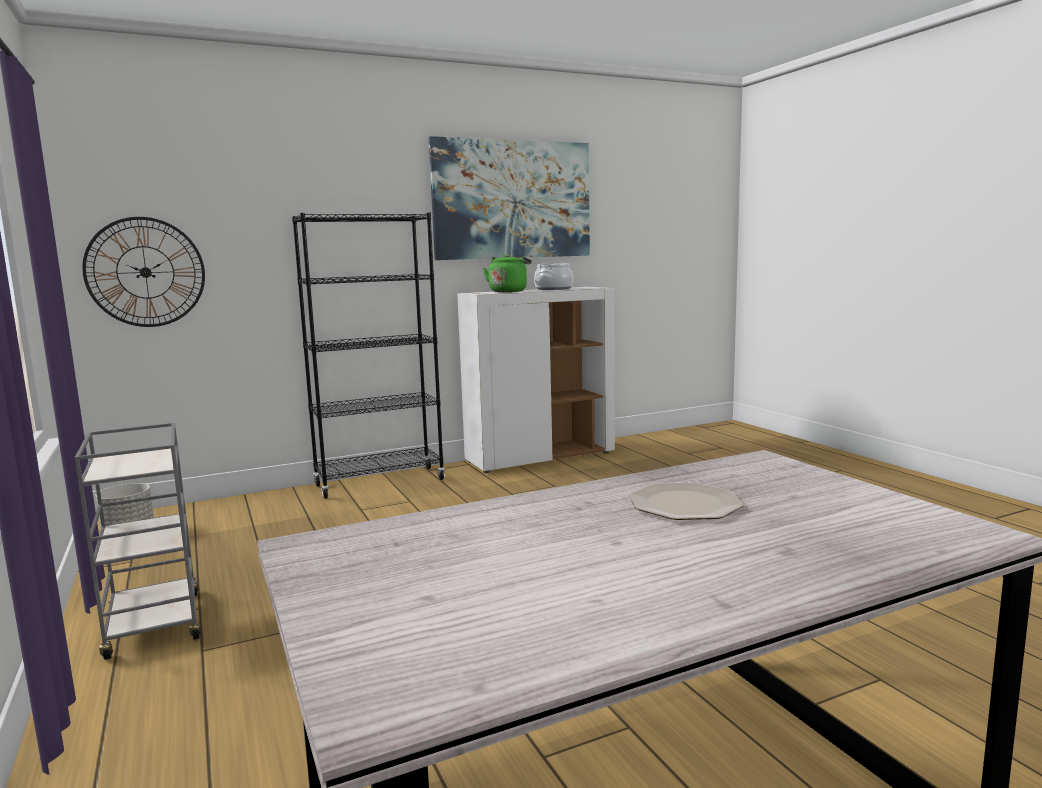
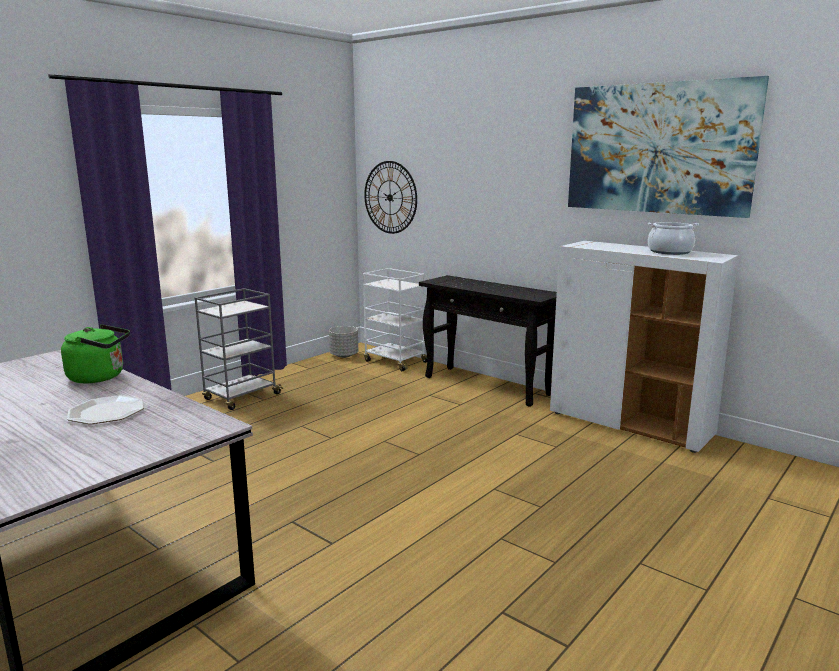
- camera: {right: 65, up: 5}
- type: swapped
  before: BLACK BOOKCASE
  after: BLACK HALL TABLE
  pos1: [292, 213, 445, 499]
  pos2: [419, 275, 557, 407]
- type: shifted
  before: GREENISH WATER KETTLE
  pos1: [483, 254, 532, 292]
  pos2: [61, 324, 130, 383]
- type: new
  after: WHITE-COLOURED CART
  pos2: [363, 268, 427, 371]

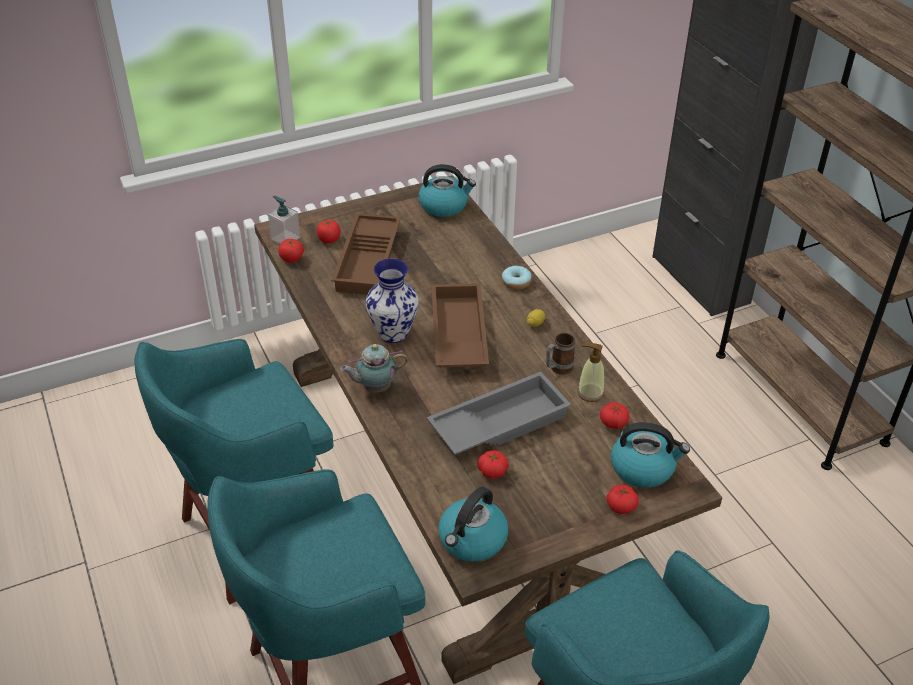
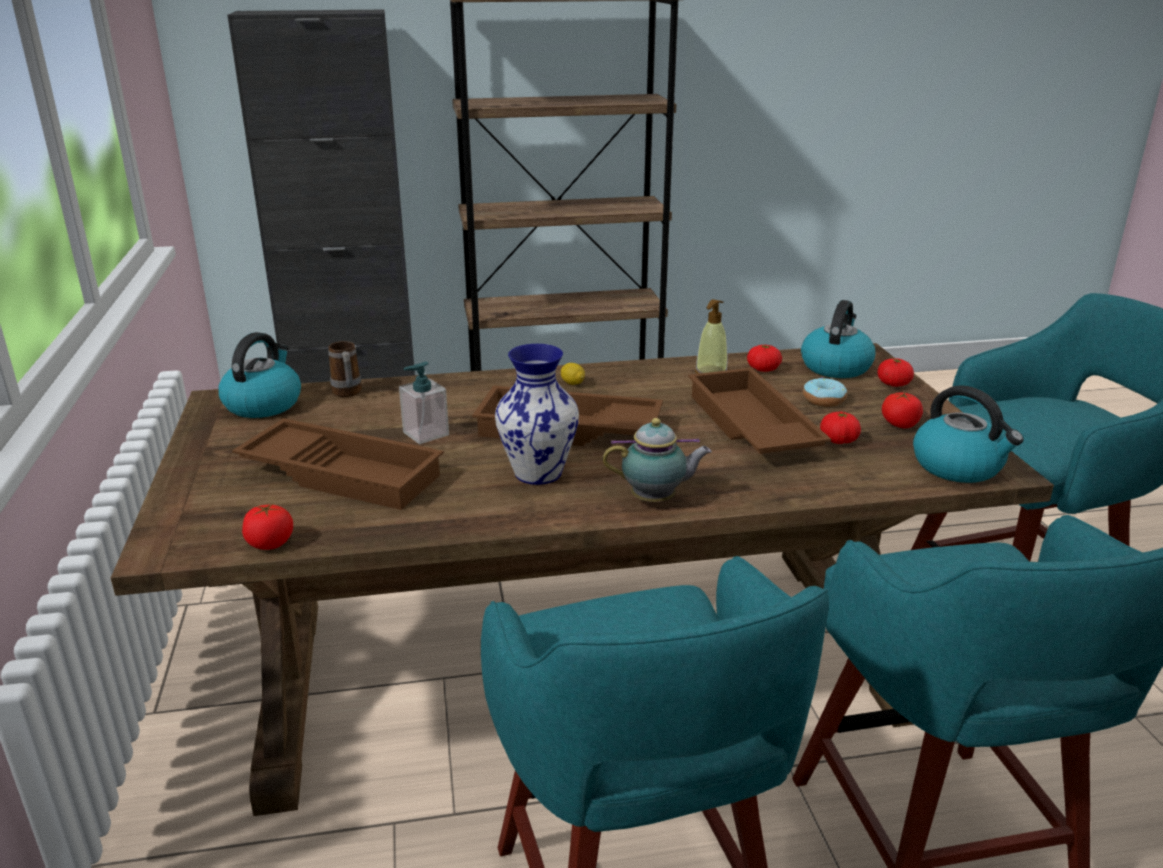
- camera: {right: -75, up: -15}
- type: shifted
  before: SOAP DISPENSER
  pos1: [268, 196, 301, 244]
  pos2: [399, 362, 449, 444]
- type: shifted
  before: TOMATO
  pos1: [317, 220, 341, 243]
  pos2: [882, 392, 923, 428]
- type: rotated
  before: POT FOR TEA
  pos1: [340, 344, 408, 393]
  pos2: [602, 418, 712, 502]
  turn: -90
- type: repainted
  before: GREYISH CARRYING TRAY
  after: BROWN-COLOURED CARRYING TRAY
  pos1: [427, 372, 571, 454]
  pos2: [688, 368, 831, 454]
- type: shifted
  before: RING DOUGHNUT
  pos1: [502, 266, 532, 289]
  pos2: [803, 377, 847, 407]
- type: shifted
  before: TEA MUG
  pos1: [546, 333, 575, 375]
  pos2: [328, 341, 362, 397]

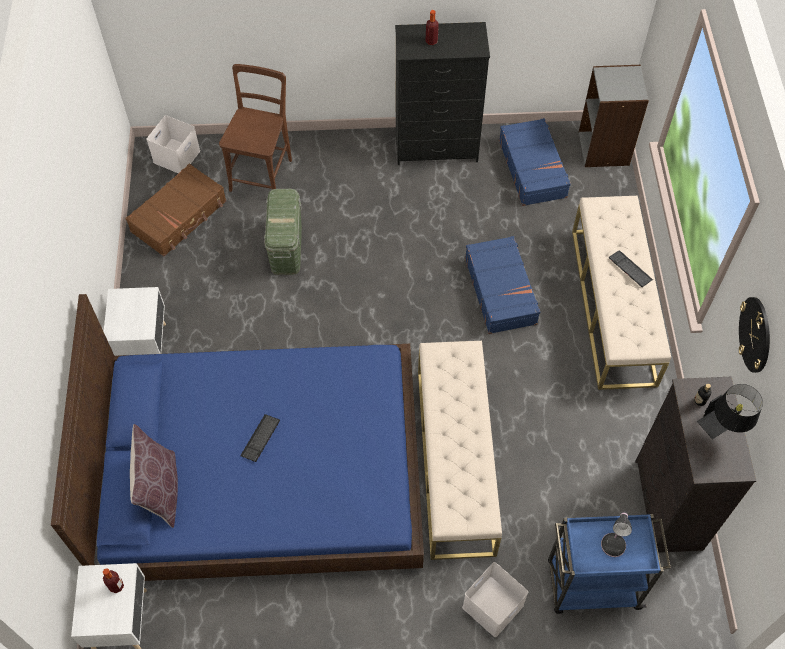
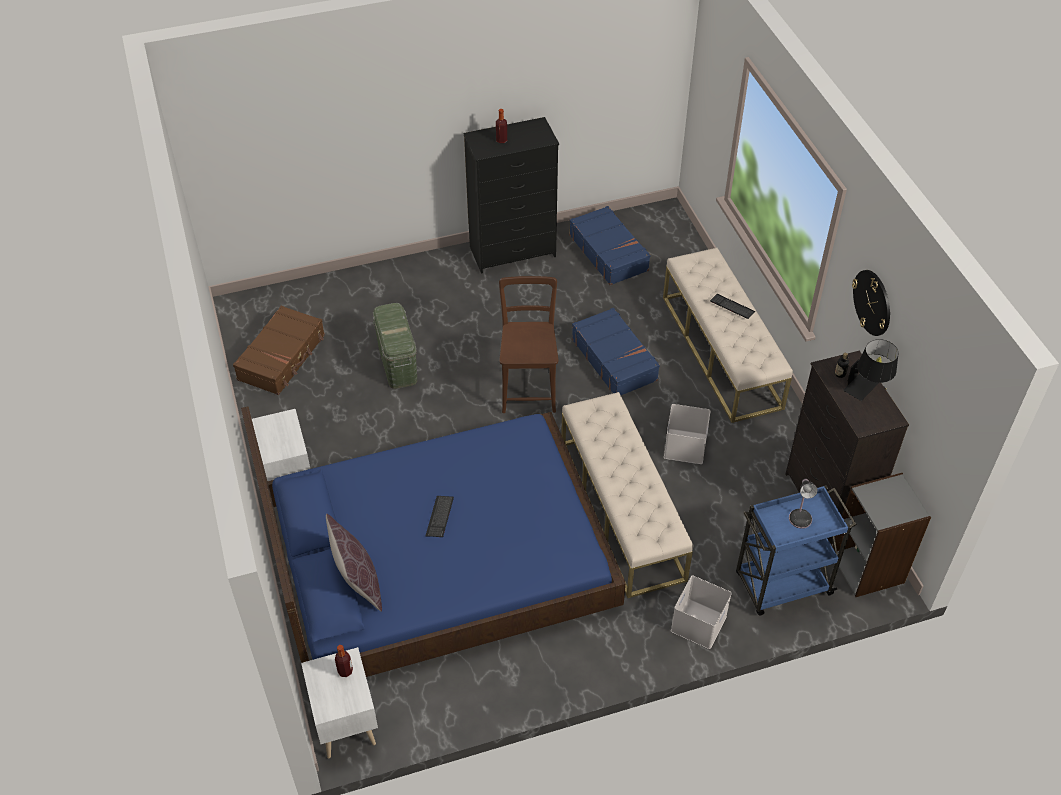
- camera: {right: -15, up: -10}
- type: shifted
  before: WHITE-COLOURED STORAGE BOX
  pos1: [146, 115, 200, 173]
  pos2: [664, 404, 710, 464]
- type: shifted
  before: BROWN-COLOURED CHAIR
  pos1: [219, 64, 292, 192]
  pos2: [499, 276, 558, 413]
- type: shifted
  before: GREYISH BOOKCASE
  pos1: [579, 65, 649, 167]
  pos2: [833, 473, 931, 597]

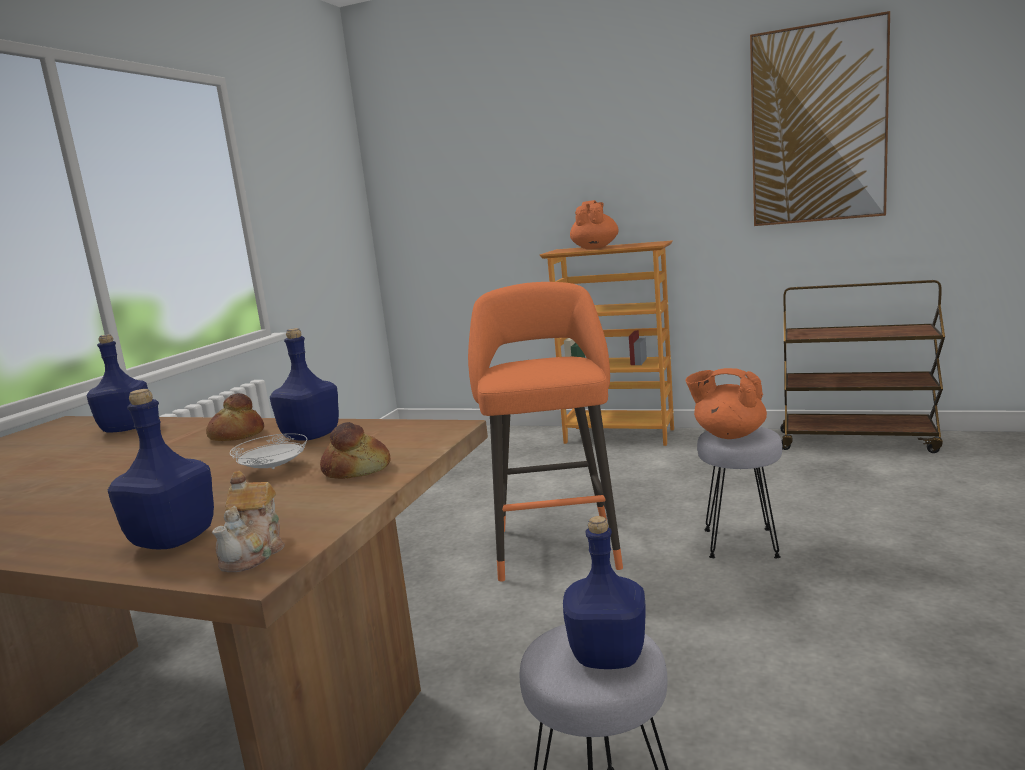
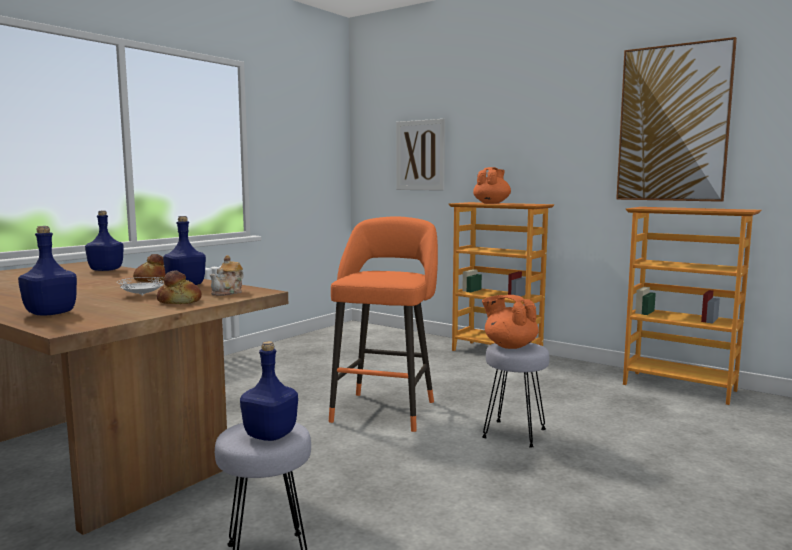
- camera: {right: 15, up: -5}
- type: shifted
  before: POT FOR TEA
  pos1: [212, 471, 285, 572]
  pos2: [210, 255, 243, 296]
- type: swapped
  before: BROWN-COLOURED CART
  after: BOOKCASE
  pos1: [780, 280, 945, 453]
  pos2: [623, 207, 761, 405]
- type: new
  after: WALL PICTURE
  pos2: [397, 119, 445, 191]

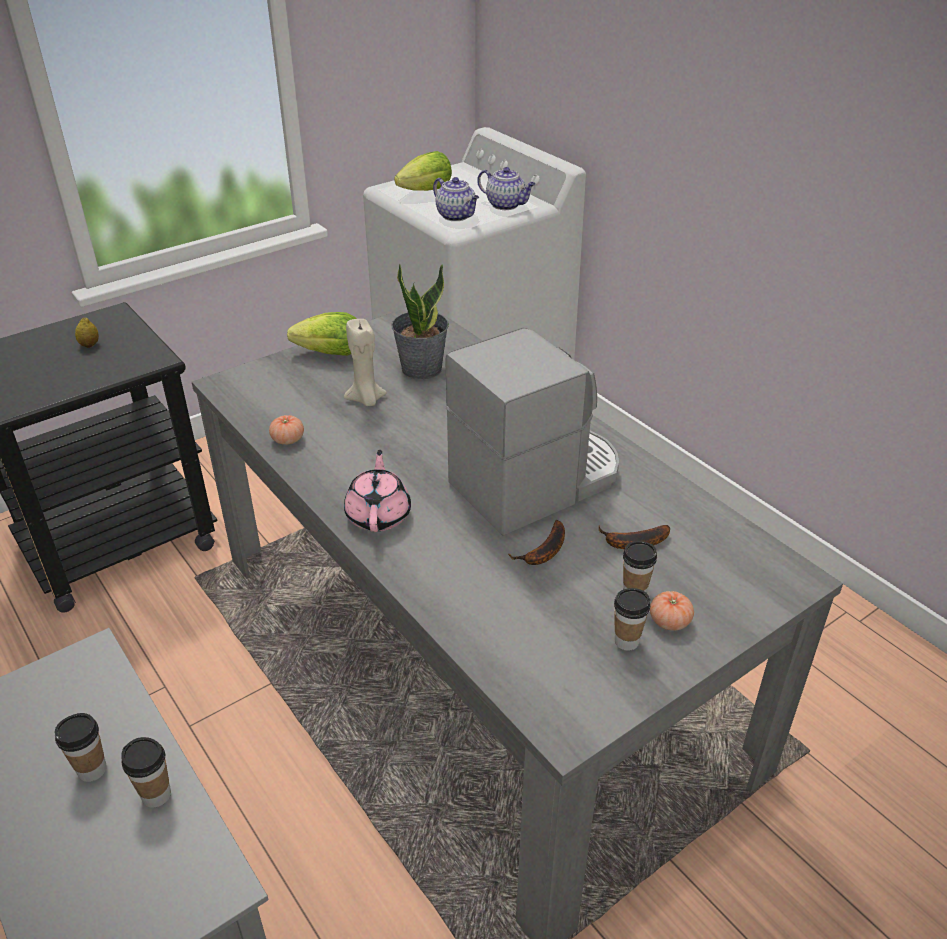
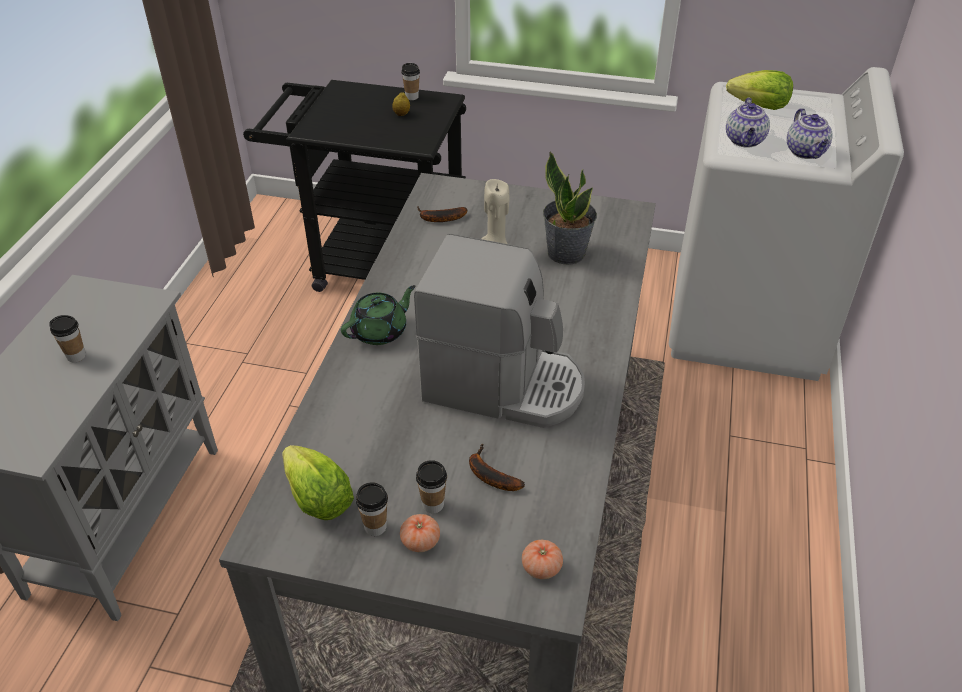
- camera: {right: 50, up: 5}
- type: shifted
  before: CUP
  pos1: [121, 737, 171, 808]
  pos2: [401, 63, 420, 100]
- type: shifted
  before: TOMATO
  pos1: [269, 415, 304, 445]
  pos2: [522, 540, 563, 579]
- type: shifted
  before: LETTUCE HEAD
  pos1: [287, 312, 357, 356]
  pos2: [282, 445, 354, 520]
- type: repainted
  before: PINK POT FOR TEA
  after: GREENISH POT FOR TEA
  pos1: [344, 450, 411, 532]
  pos2: [341, 285, 416, 345]
- type: shifted
  before: WHOLE BANANA
  pos1: [508, 520, 565, 565]
  pos2: [418, 206, 467, 222]

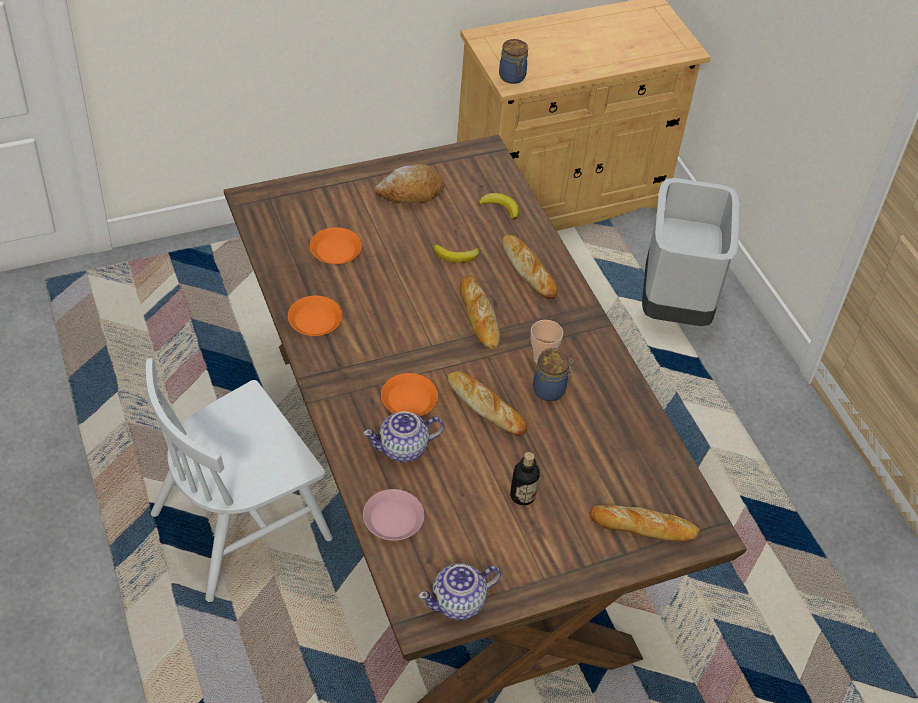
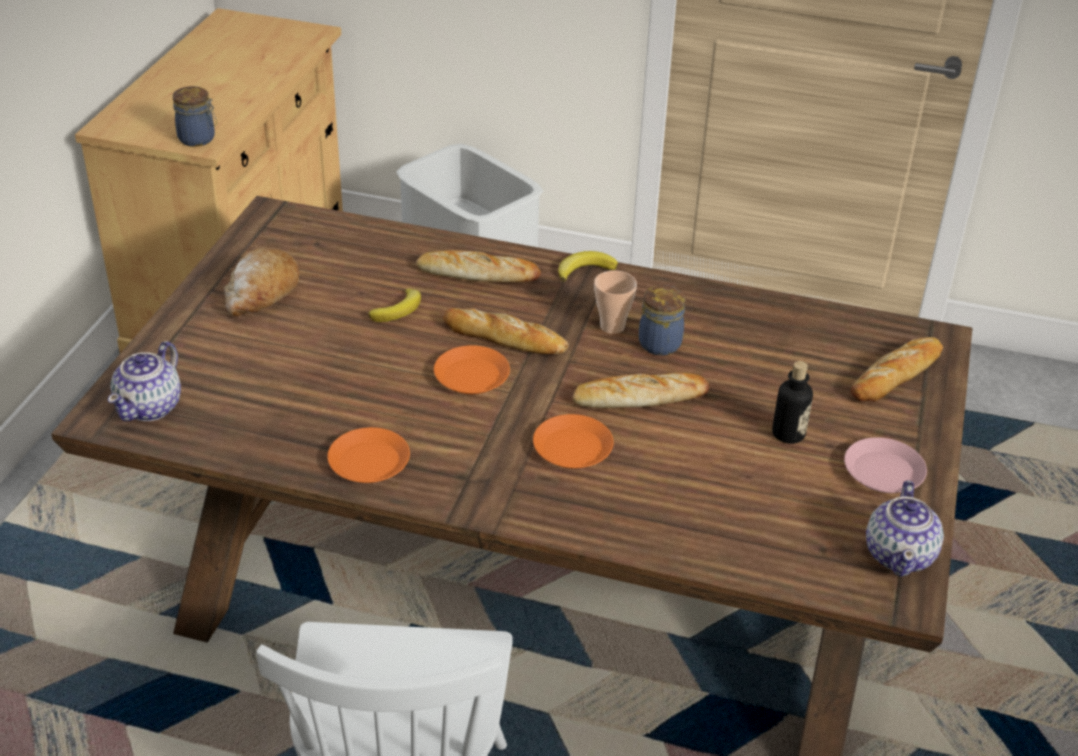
- camera: {right: -50, up: -10}
- type: shifted
  before: ORANGEY FLAT DISH
  pos1: [310, 227, 362, 264]
  pos2: [434, 345, 510, 394]
- type: shifted
  before: POT FOR TEA
  pos1: [363, 411, 444, 462]
  pos2: [108, 341, 181, 421]
- type: shifted
  before: PINK FLAT DISH
  pos1: [363, 489, 424, 541]
  pos2: [844, 437, 927, 493]
- type: shifted
  before: WHOLE BANANA
  pos1: [478, 193, 519, 220]
  pos2: [558, 251, 618, 282]

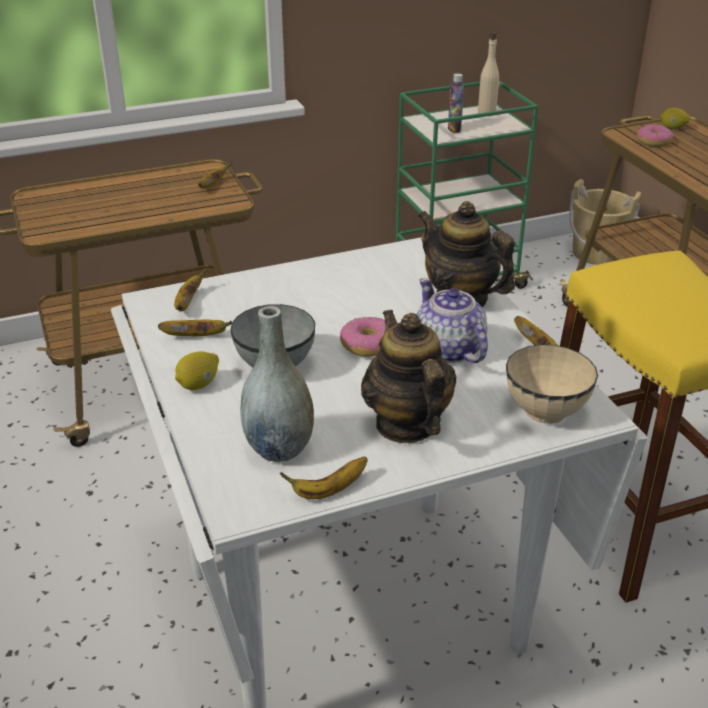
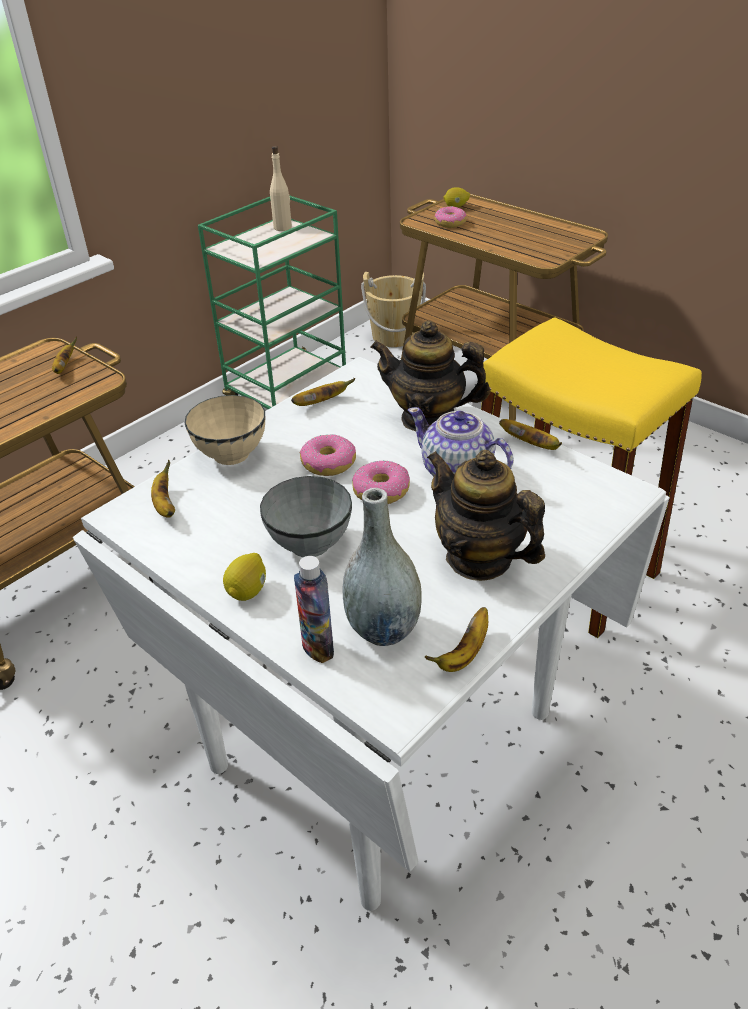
- camera: {right: -25, up: 5}
- type: shifted
  before: WHOLE BANANA
  pos1: [158, 320, 232, 336]
  pos2: [291, 378, 355, 406]
- type: shifted
  before: DRINK BOTTLE
  pos1: [448, 73, 464, 133]
  pos2: [294, 556, 334, 663]
- type: shifted
  before: BEIGE-COLOURED SERVING BOWL
  pos1: [506, 344, 598, 424]
  pos2: [185, 395, 265, 465]
- type: new
  after: RING DOUGHNUT
  pos2: [300, 434, 356, 476]

